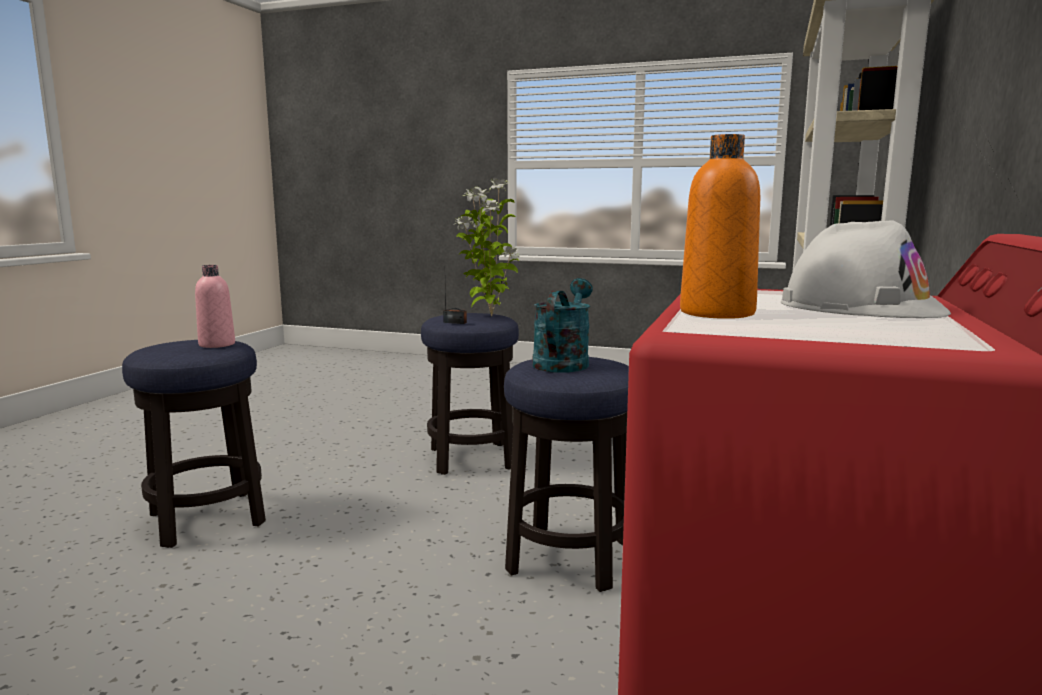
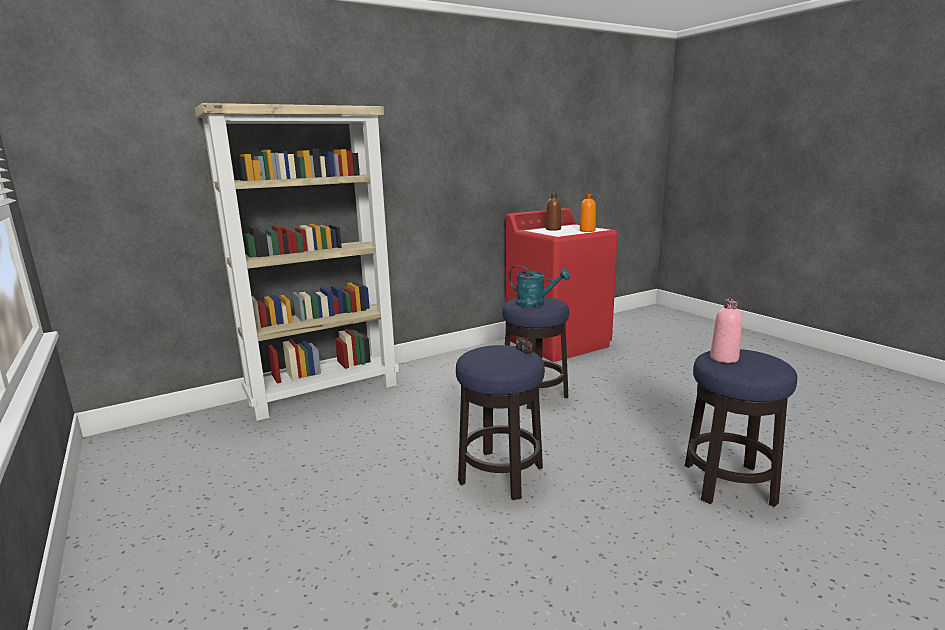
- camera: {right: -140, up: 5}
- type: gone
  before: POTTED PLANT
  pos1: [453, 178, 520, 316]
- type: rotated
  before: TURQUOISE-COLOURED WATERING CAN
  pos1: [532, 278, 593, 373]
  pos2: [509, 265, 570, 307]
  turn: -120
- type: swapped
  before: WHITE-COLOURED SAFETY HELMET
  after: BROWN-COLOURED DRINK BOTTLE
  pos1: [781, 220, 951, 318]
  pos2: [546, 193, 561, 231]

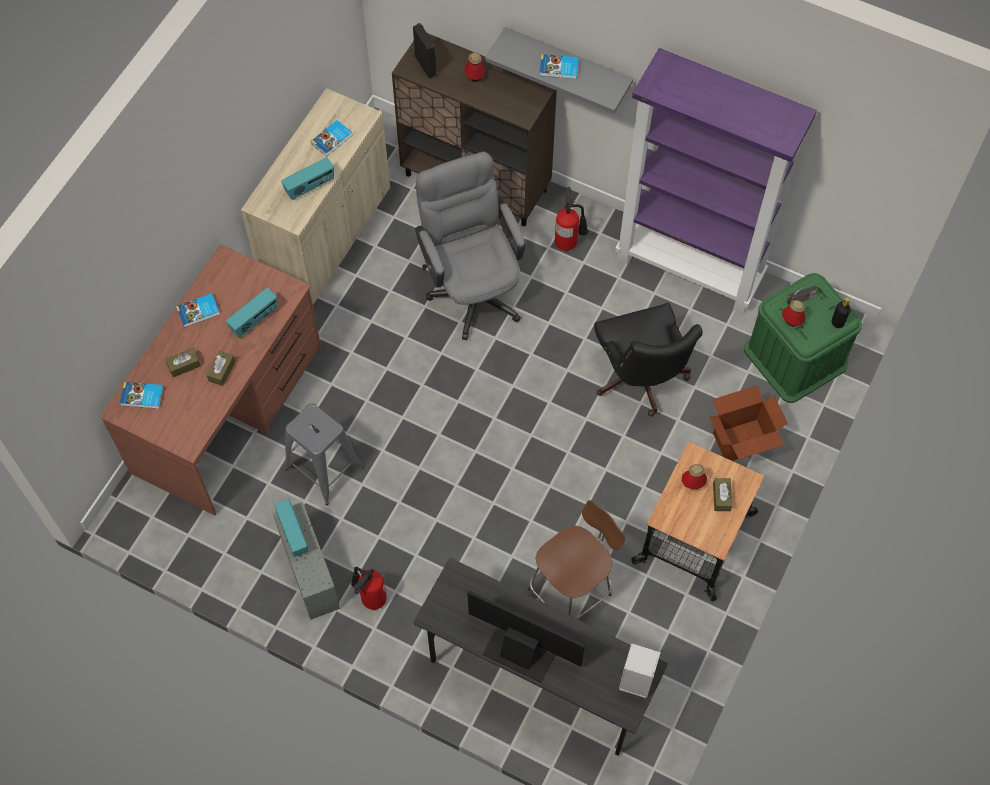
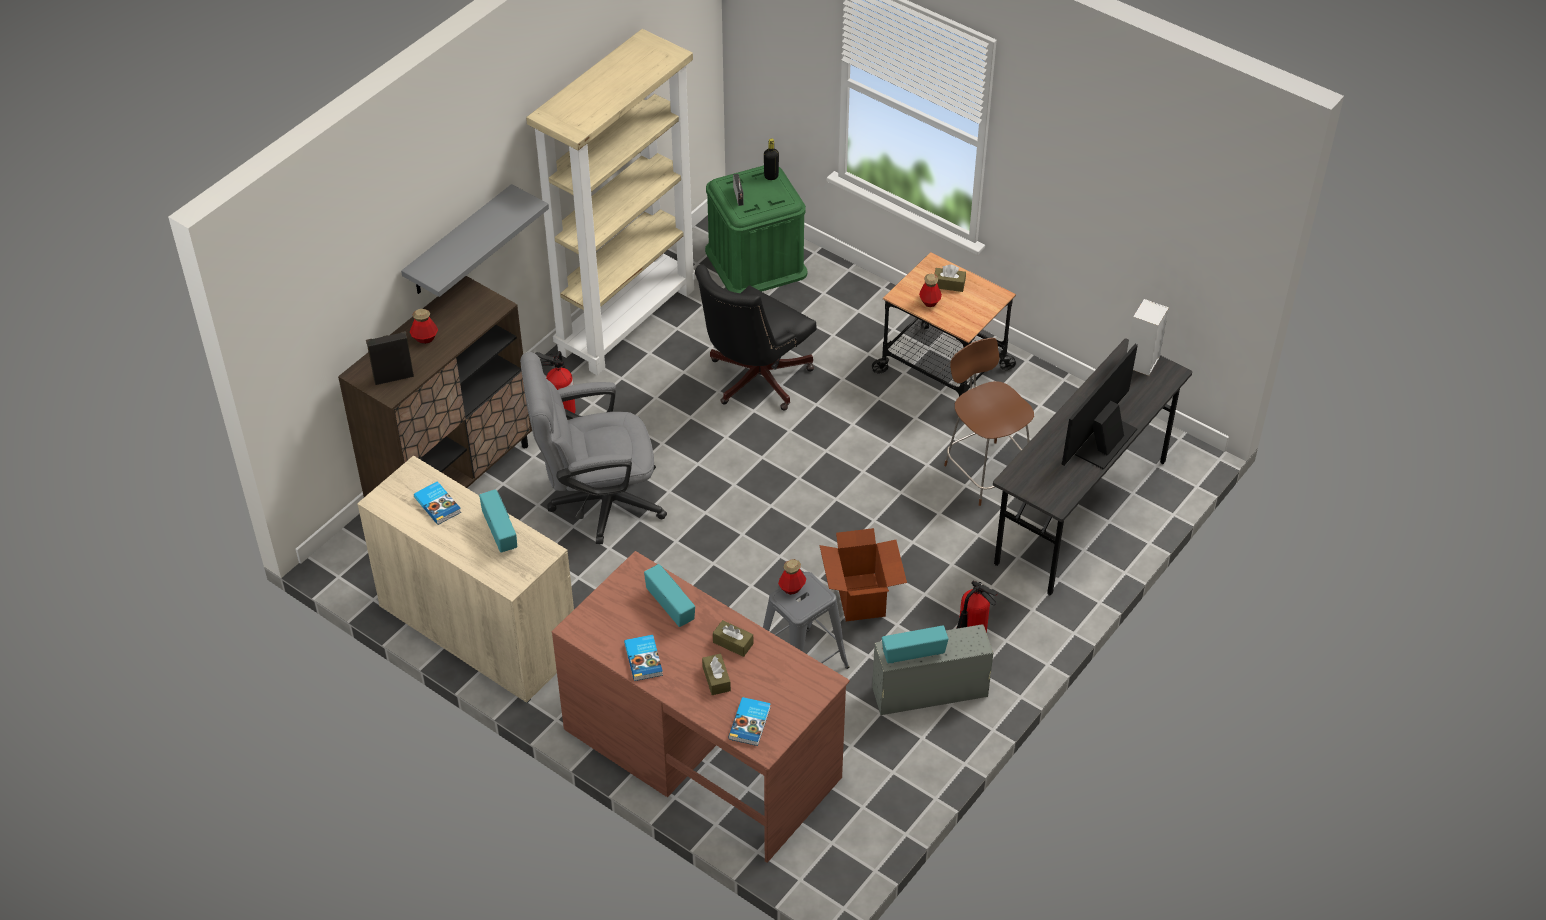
- camera: {right: -80, up: -15}
- type: gone
  before: VOLUME
  pos1: [539, 54, 579, 79]
- type: rotated
  before: BLACK OFFICE CHAIR
  pos1: [594, 303, 703, 417]
  pos2: [695, 264, 816, 411]
  turn: 135
- type: repainted
  before: PURPLISH BOOKCASE
  after: BEIGE-COLOURED BOOKCASE
  pos1: [615, 48, 817, 313]
  pos2: [526, 29, 697, 375]
- type: shifted
  before: PACKING BOX
  pos1: [709, 385, 788, 461]
  pos2: [819, 528, 907, 621]
- type: shifted
  before: DRINK BOTTLE
  pos1: [782, 300, 806, 326]
  pos2: [778, 559, 806, 595]

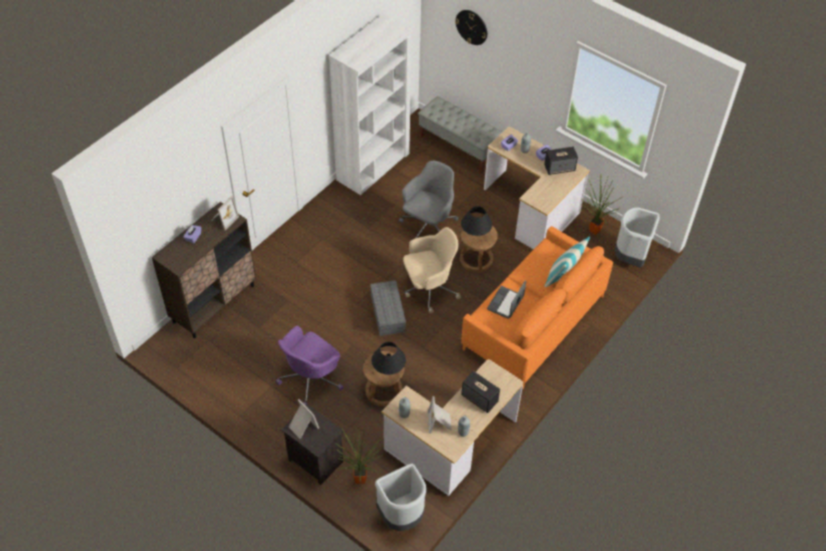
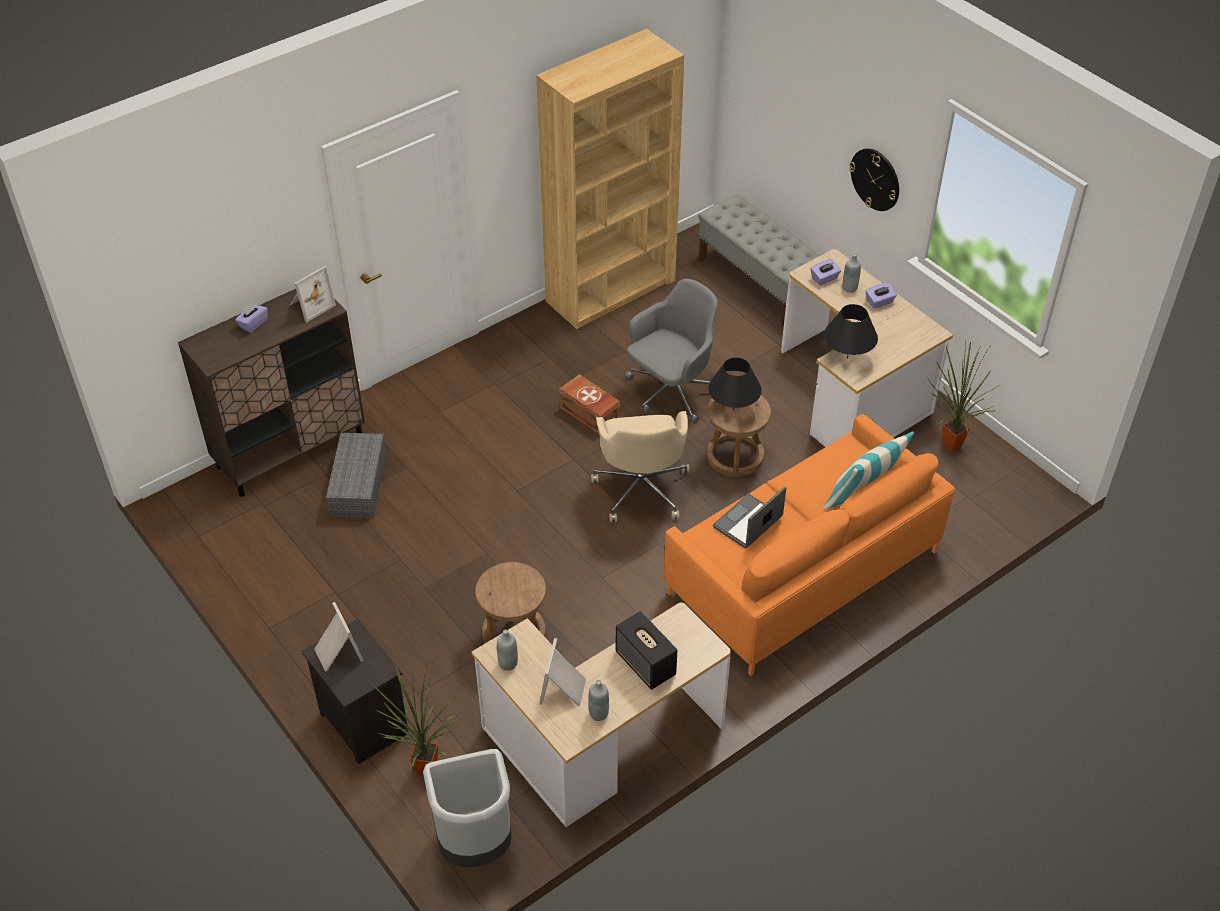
- camera: {right: 15, up: -5}
- type: gone
  before: PURPLISH OFFICE CHAIR
  pos1: [276, 326, 343, 406]
- type: repainted
  before: WHITE-COLOURED BOOKCASE
  after: BROWN-COLOURED BOOKCASE
  pos1: [329, 14, 412, 195]
  pos2: [536, 29, 684, 329]
- type: shifted
  before: GREYISH STORAGE BOX
  pos1: [370, 280, 406, 336]
  pos2: [326, 433, 386, 518]
- type: shifted
  before: BLACK LAMP FOR A TABLE
  pos1: [371, 342, 406, 375]
  pos2: [824, 304, 878, 358]
- type: rotated
  before: BEIGE-COLOURED OFFICE CHAIR
  pos1: [403, 227, 461, 314]
  pos2: [591, 411, 689, 522]
  turn: 90
- type: shifted
  before: WALL CLOCK
  pos1: [455, 10, 487, 45]
  pos2: [849, 148, 899, 211]
- type: gone
  before: SPEAKER
  pos1: [544, 146, 578, 175]
- type: gone
  before: GREYISH RUBBISH BIN
  pos1: [615, 207, 660, 267]
- type: new
  after: BROWN-COLOURED STORAGE BOX
  pos2: [560, 374, 620, 434]

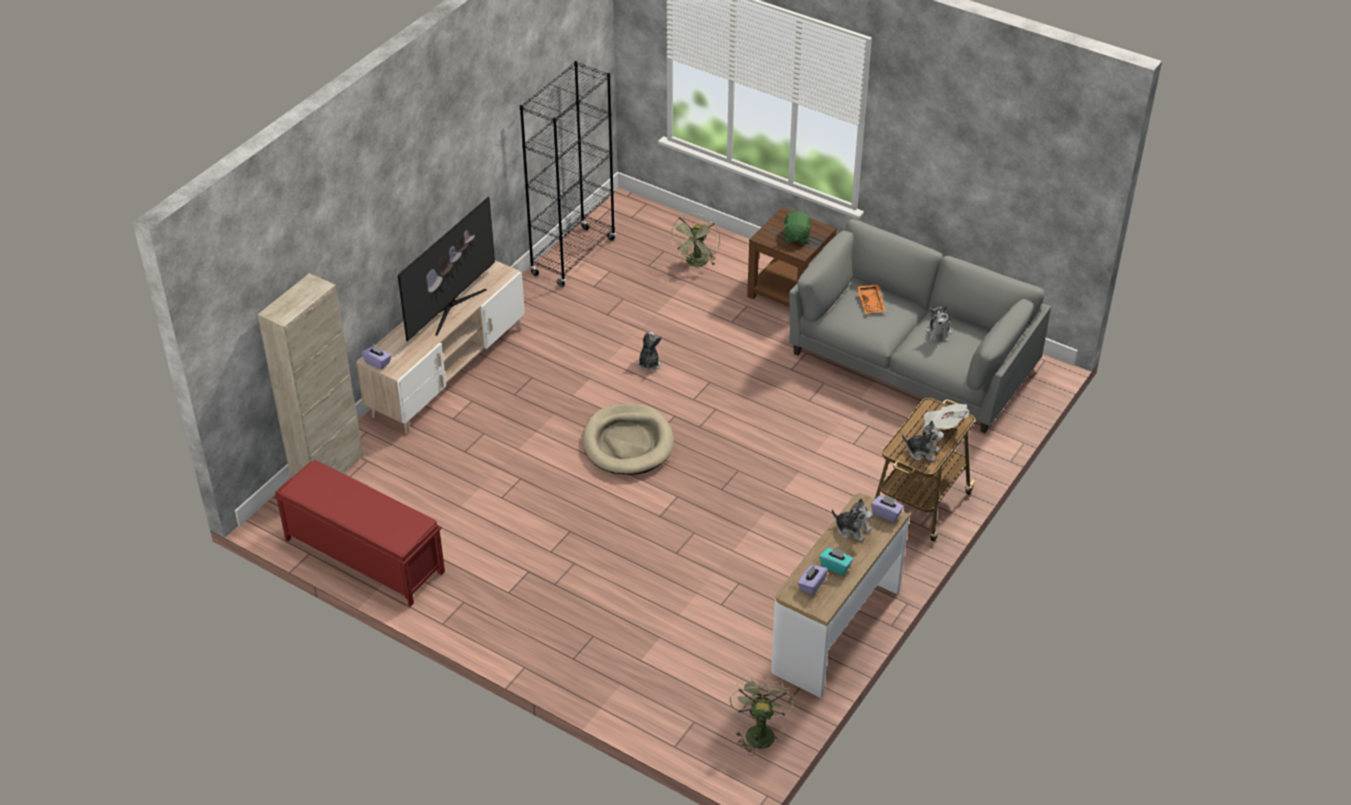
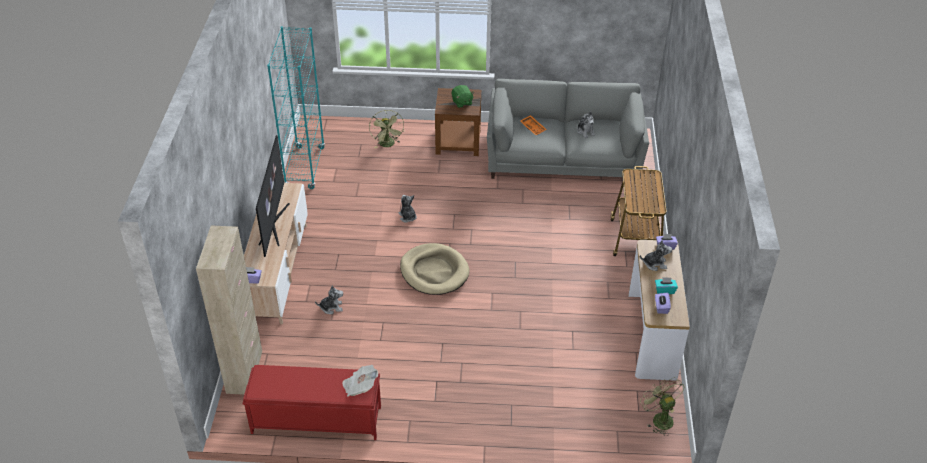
- camera: {right: -30, up: 0}
- type: repainted
  before: BLACK BOOKCASE
  after: TURQUOISE-COLOURED BOOKCASE
  pos1: [520, 61, 616, 287]
  pos2: [267, 27, 325, 189]
- type: shifted
  before: SOFT TOY
  pos1: [902, 420, 944, 462]
  pos2: [315, 286, 343, 314]
- type: shifted
  before: NEWSPAPER
  pos1: [923, 404, 969, 430]
  pos2: [342, 365, 378, 397]

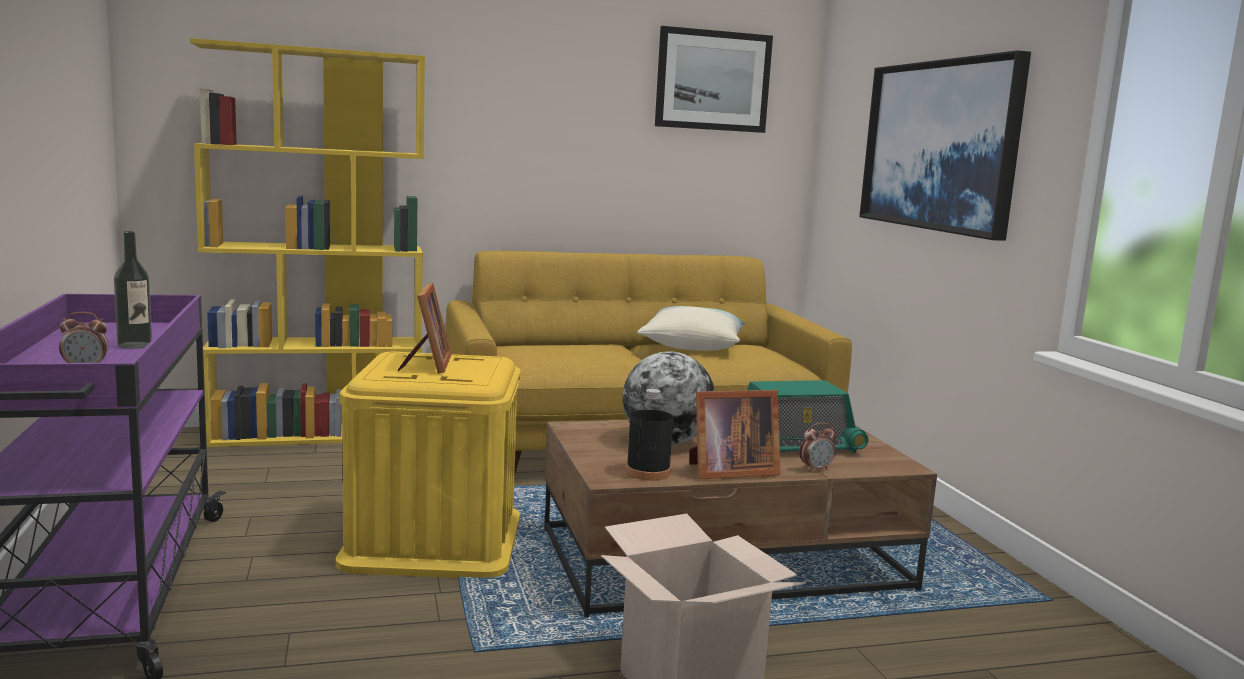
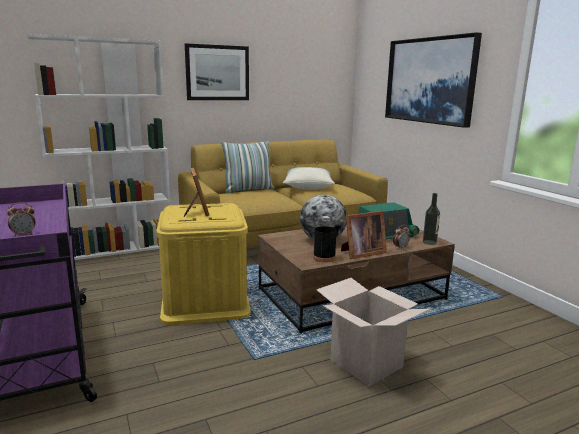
- camera: {right: -10, up: 5}
- type: shifted
  before: DRINK BOTTLE
  pos1: [114, 231, 152, 349]
  pos2: [423, 193, 440, 245]
- type: repainted
  before: YELLOW-COLOURED BOOKCASE
  after: WHITE-COLOURED BOOKCASE
  pos1: [190, 38, 425, 447]
  pos2: [26, 34, 171, 260]
- type: shifted
  before: WALL PICTURE
  pos1: [655, 26, 773, 133]
  pos2: [185, 43, 249, 100]
- type: new
  after: CUSHION
  pos2: [221, 141, 274, 193]

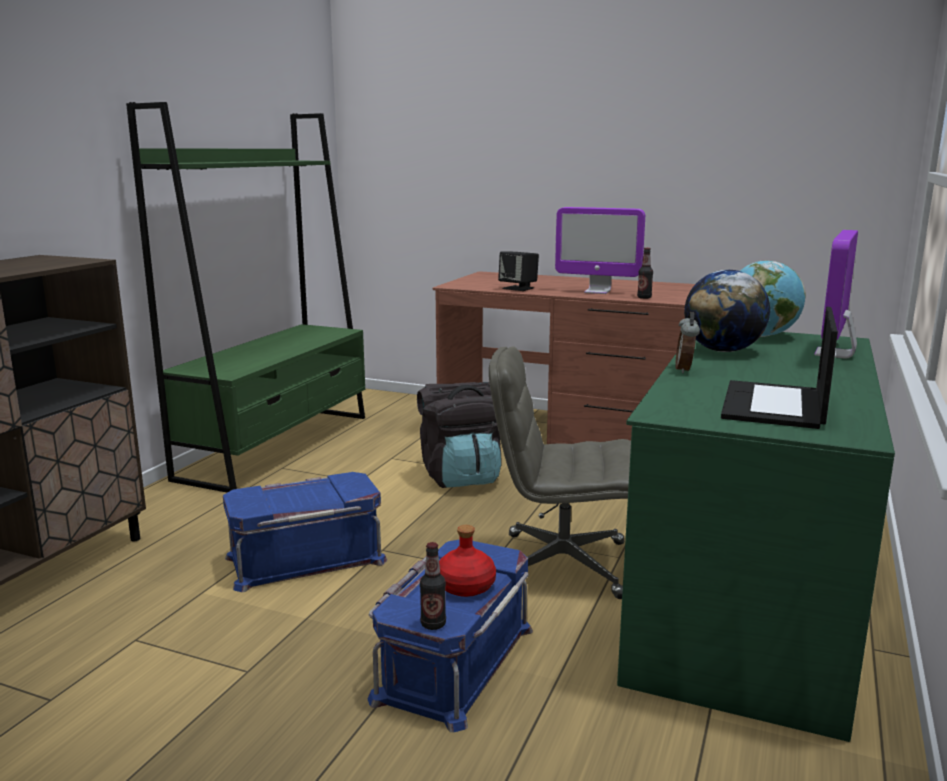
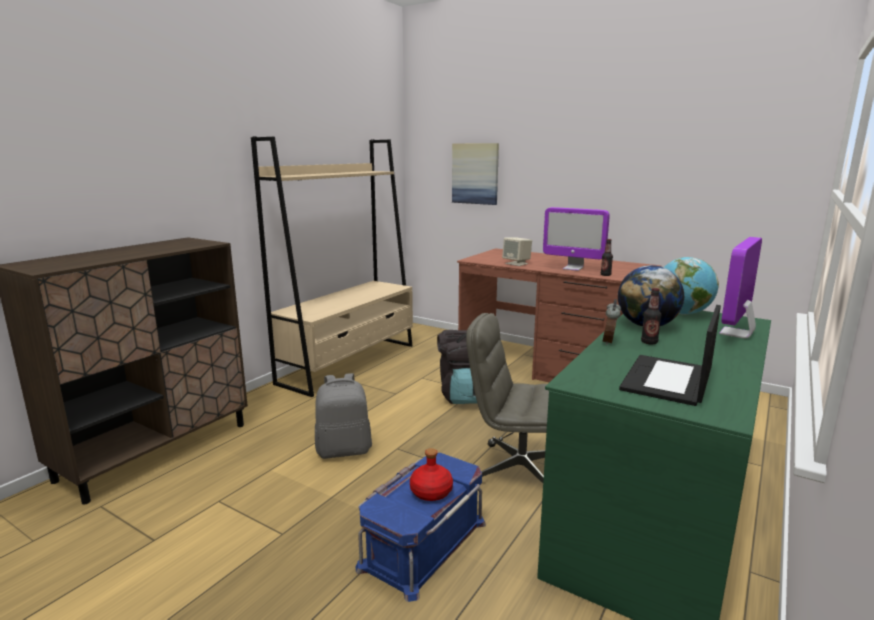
- camera: {right: 10, up: 0}
- type: repainted
  before: GREENISH BOOKCASE
  after: BEIGE-COLOURED BOOKCASE
  pos1: [126, 102, 365, 493]
  pos2: [251, 137, 413, 397]
- type: swapped
  before: BLUE STORAGE BOX
  after: GREYISH KNAPSACK
  pos1: [223, 472, 387, 592]
  pos2: [315, 373, 372, 459]
- type: shifted
  before: DRINK BOTTLE
  pos1: [420, 542, 446, 630]
  pos2: [641, 288, 661, 345]
- type: repainted
  before: BLACK SPEAKER
  after: BEIGE-COLOURED SPEAKER
  pos1: [498, 251, 539, 291]
  pos2: [502, 237, 532, 266]
- type: new
  after: WALL PICTURE
  pos2: [452, 143, 499, 205]

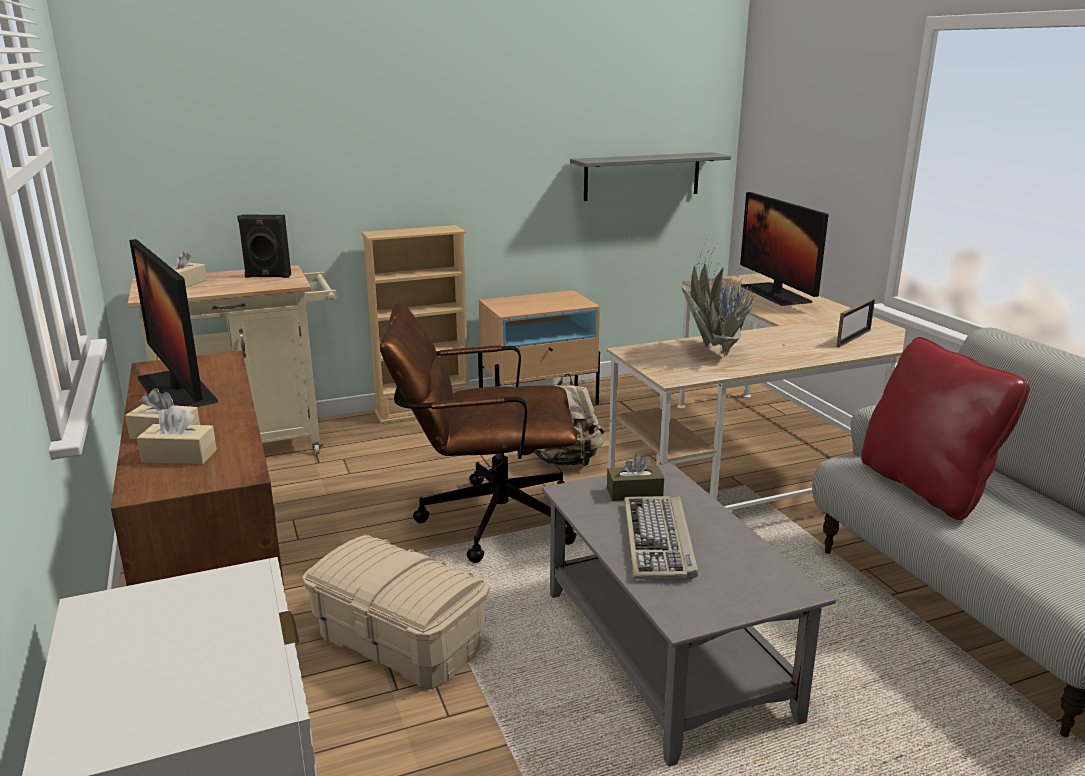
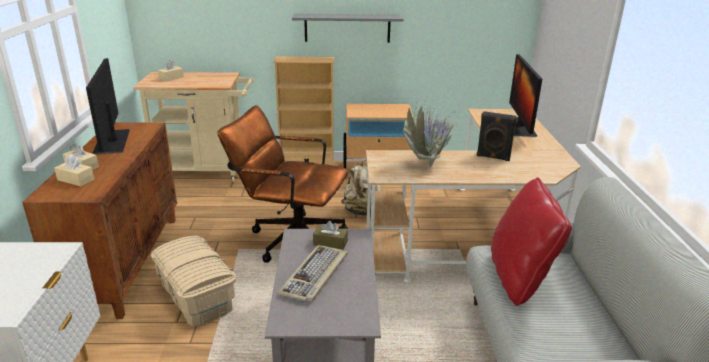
- camera: {right: 20, up: 5}
- type: shifted
  before: BLACK SPEAKER
  pos1: [237, 215, 291, 278]
  pos2: [477, 111, 517, 161]
- type: shifted
  before: GREYISH WALL SHELF
  pos1: [570, 152, 731, 201]
  pos2: [292, 14, 403, 43]
- type: gone
  before: STANDING FRAME
  pos1: [836, 298, 875, 347]

